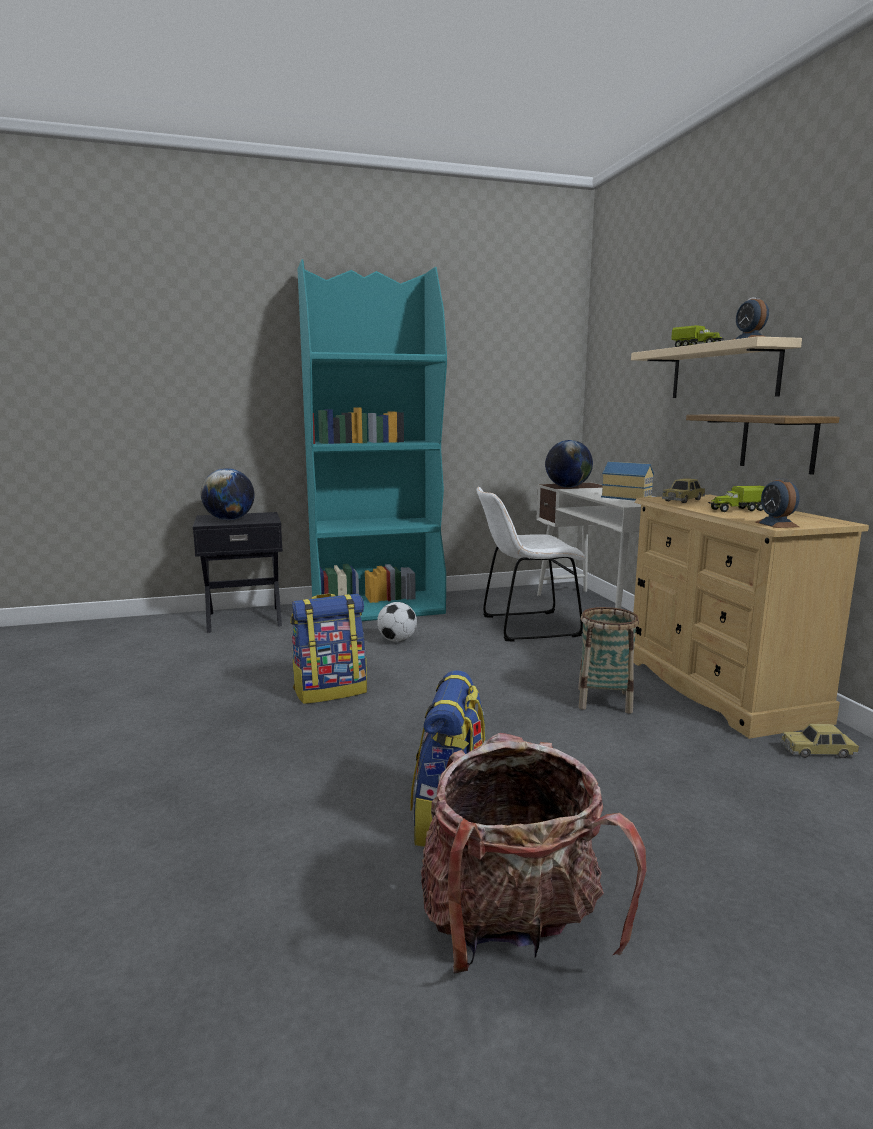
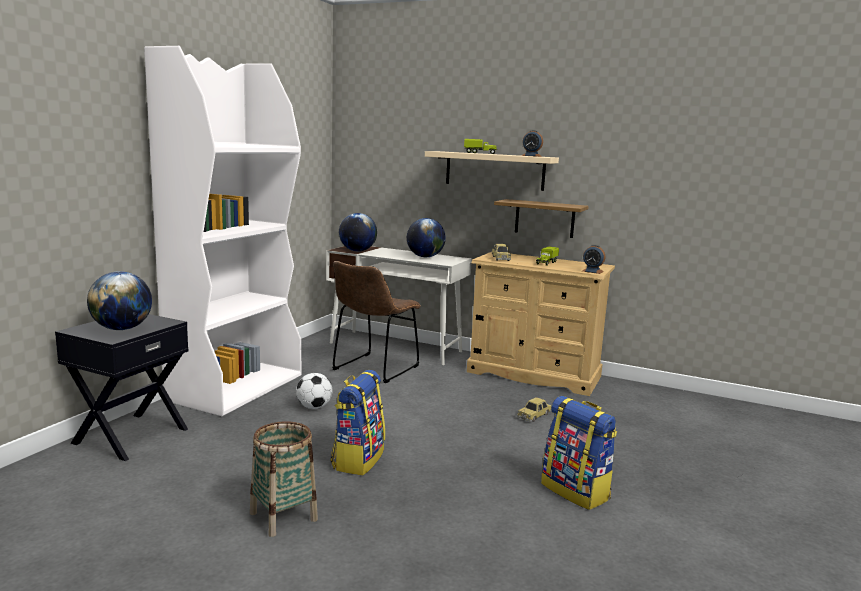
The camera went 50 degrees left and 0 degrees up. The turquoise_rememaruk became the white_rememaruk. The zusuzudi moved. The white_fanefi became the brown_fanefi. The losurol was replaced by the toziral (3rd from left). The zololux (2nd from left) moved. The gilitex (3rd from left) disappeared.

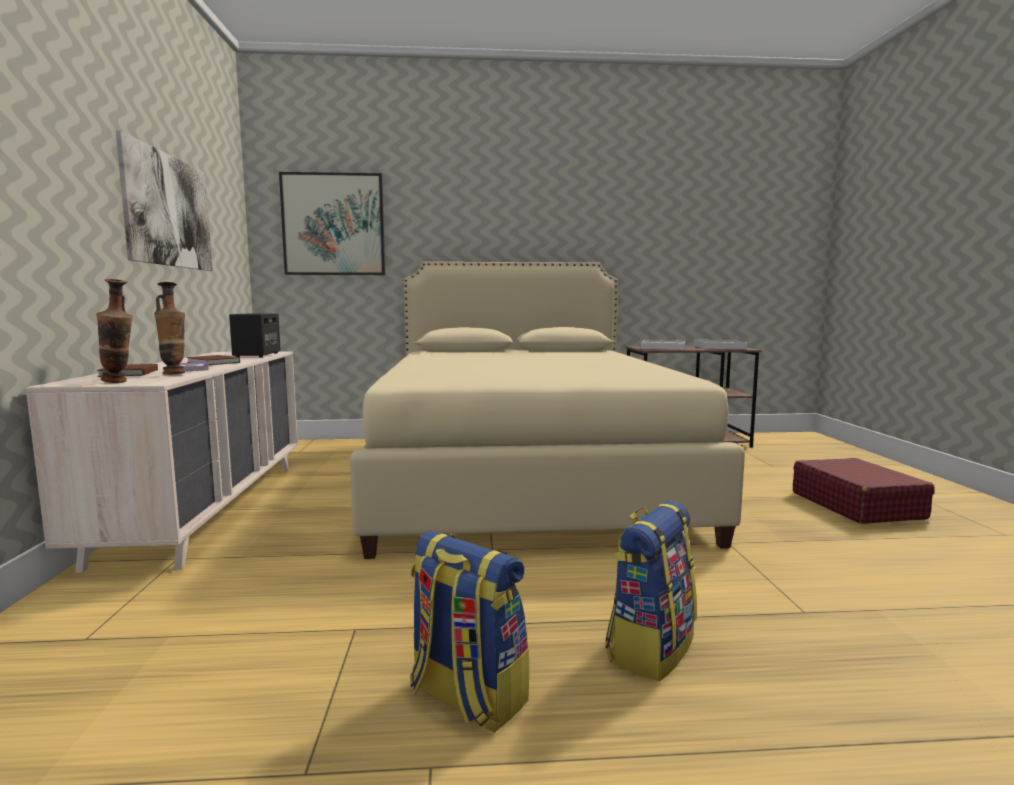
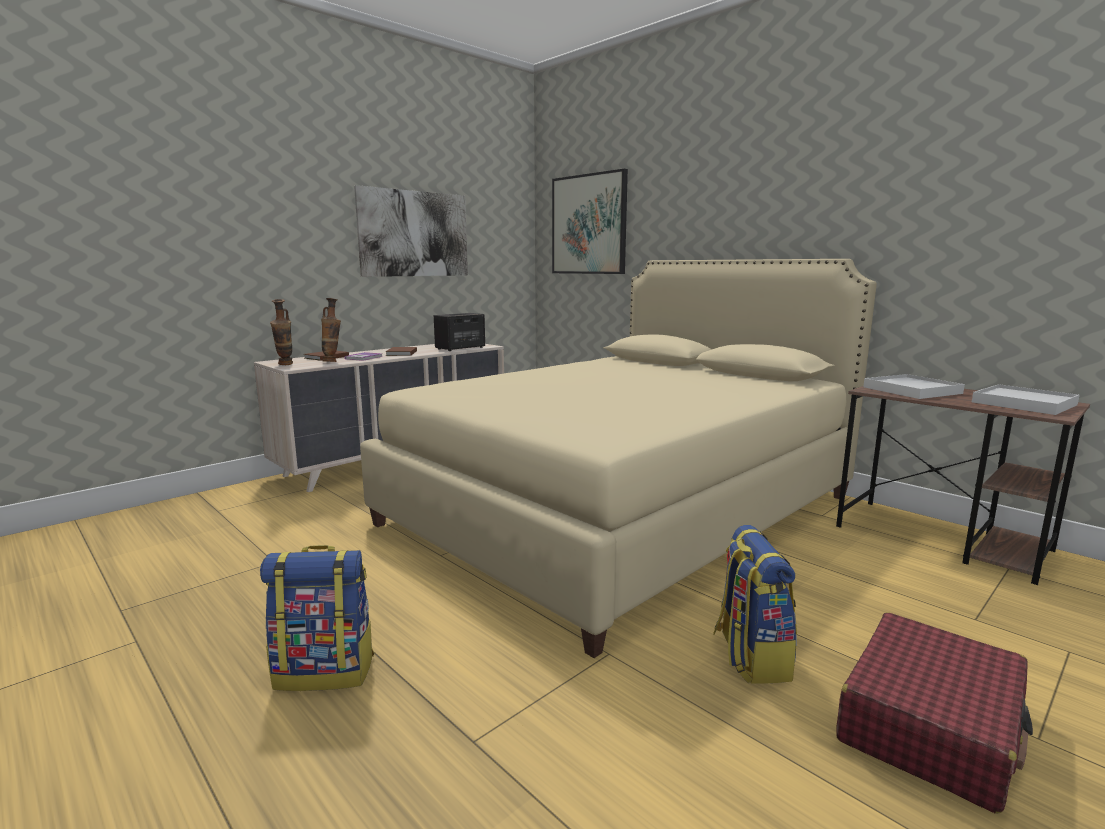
The camera went 50 degrees right and 5 degrees up. The gilitex (1st from left in the first image) moved.

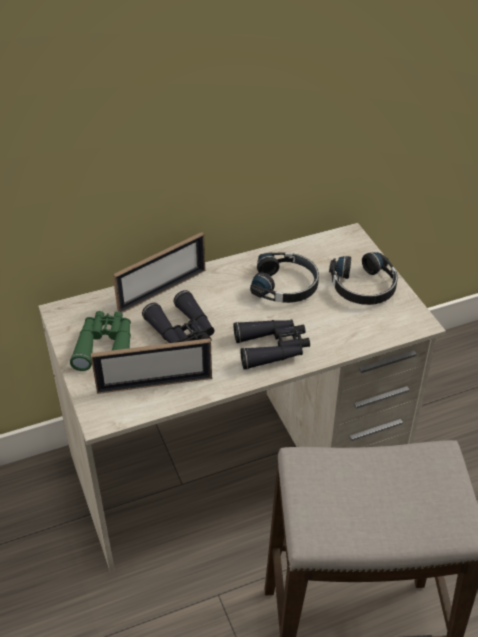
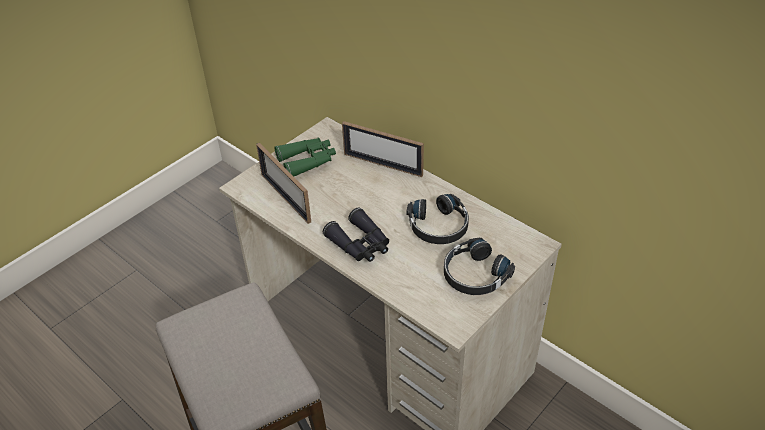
The camera went 65 degrees right and 0 degrees up. The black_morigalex (1st from left) disappeared.

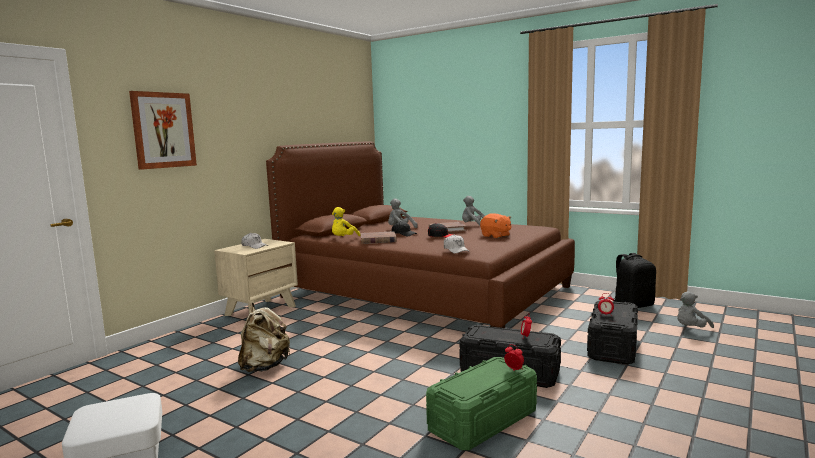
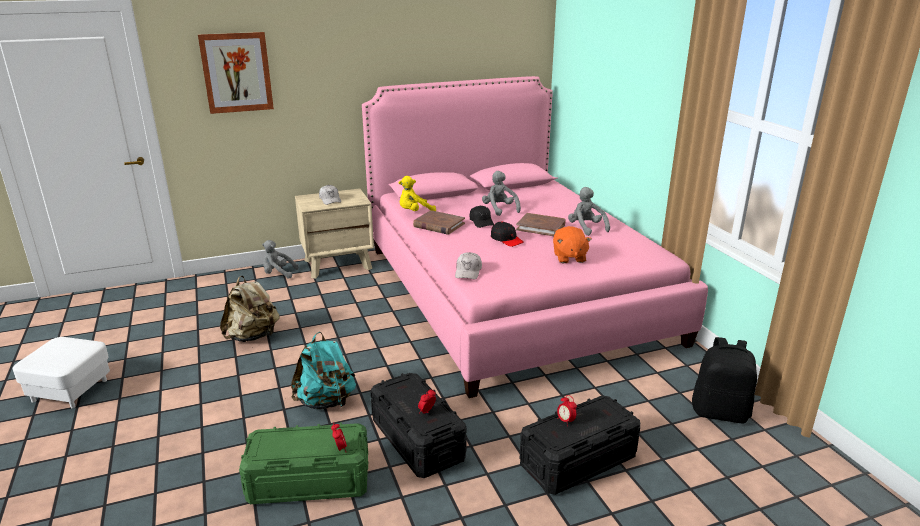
The camera went 35 degrees right and 15 degrees up. The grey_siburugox (3rd from left in the first image) moved. The turquoise_gilitex appeared. The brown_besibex became the pink_besibex.

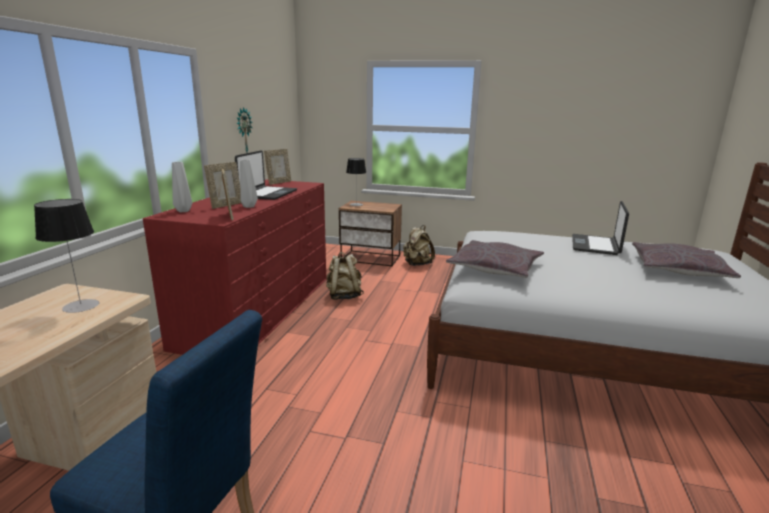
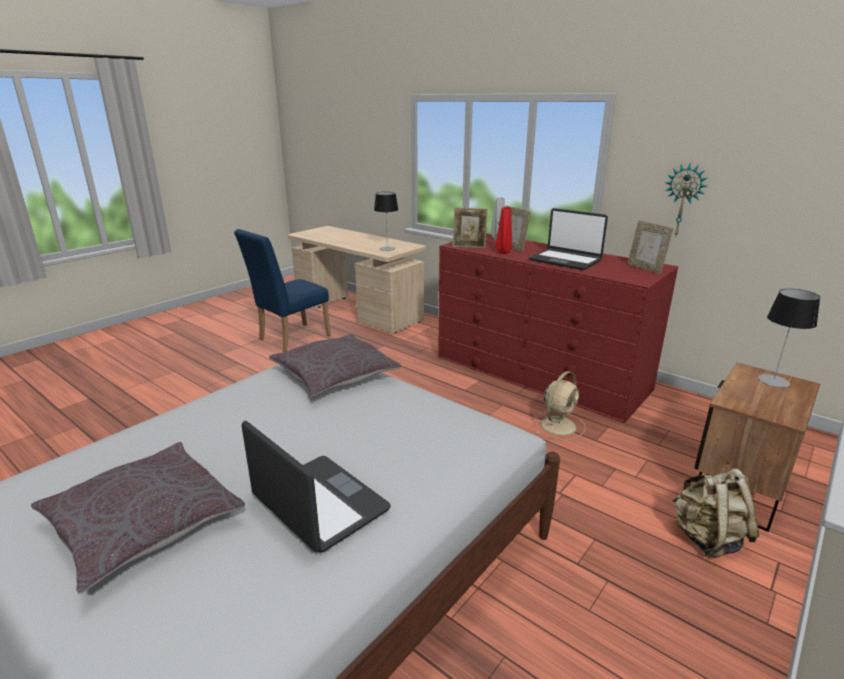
The camera went 115 degrees right and 5 degrees up. The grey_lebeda (2nd from left) became the red_lebeda. The beige_gilitex (1st from left) was replaced by the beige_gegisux.

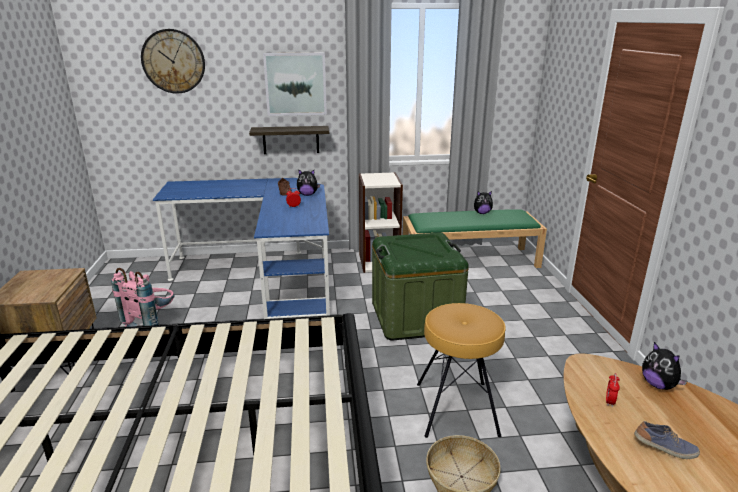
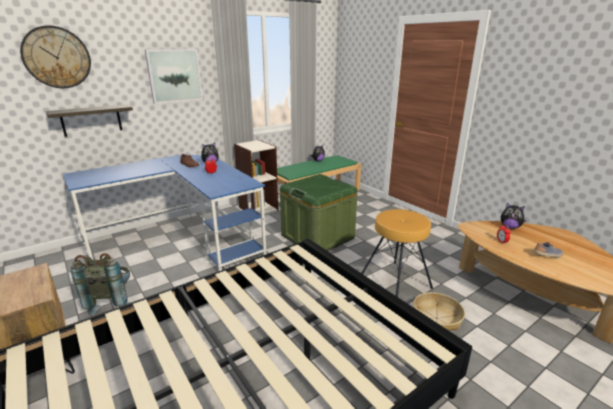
The camera went 30 degrees left and 0 degrees up. The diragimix moved. The pink_gilitex became the grey_gilitex.

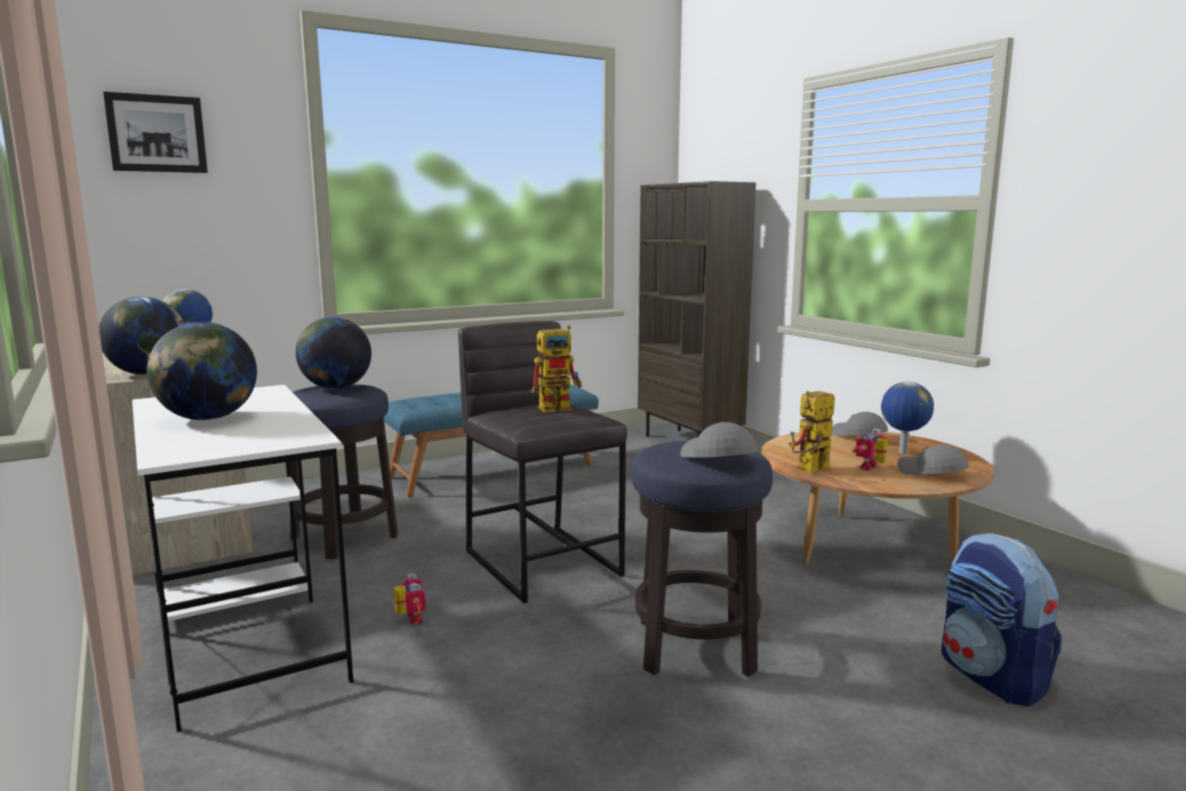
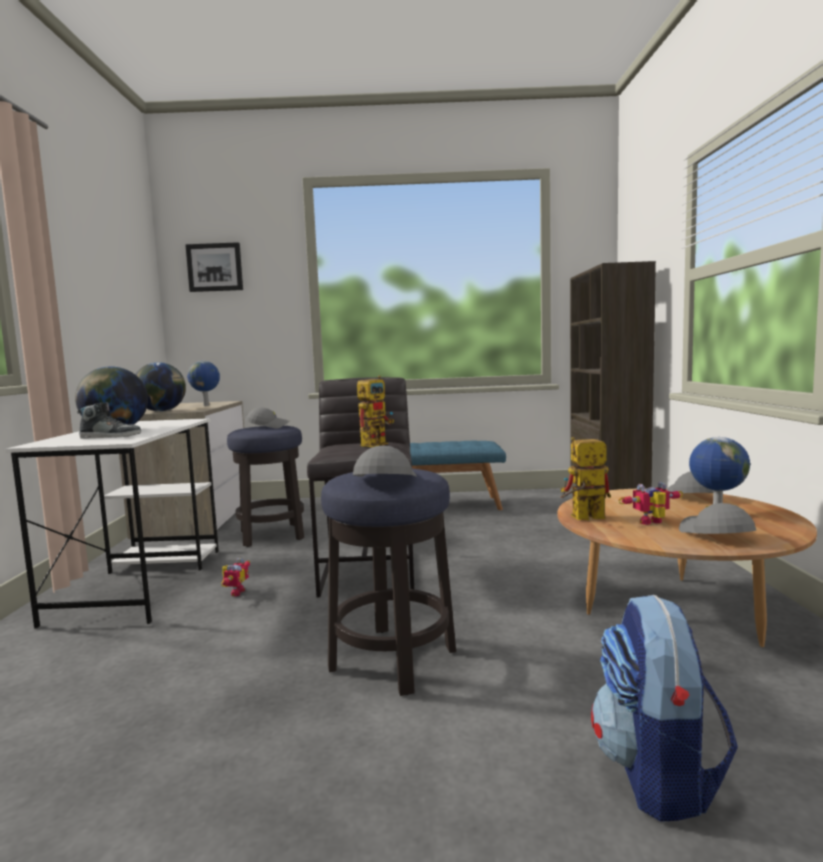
The camera went 30 degrees right and 5 degrees down. The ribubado appeared. The toziral (4th from left) was replaced by the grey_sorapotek (1st from left). The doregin (2nd from left) turned 60 degrees counterclockwise.

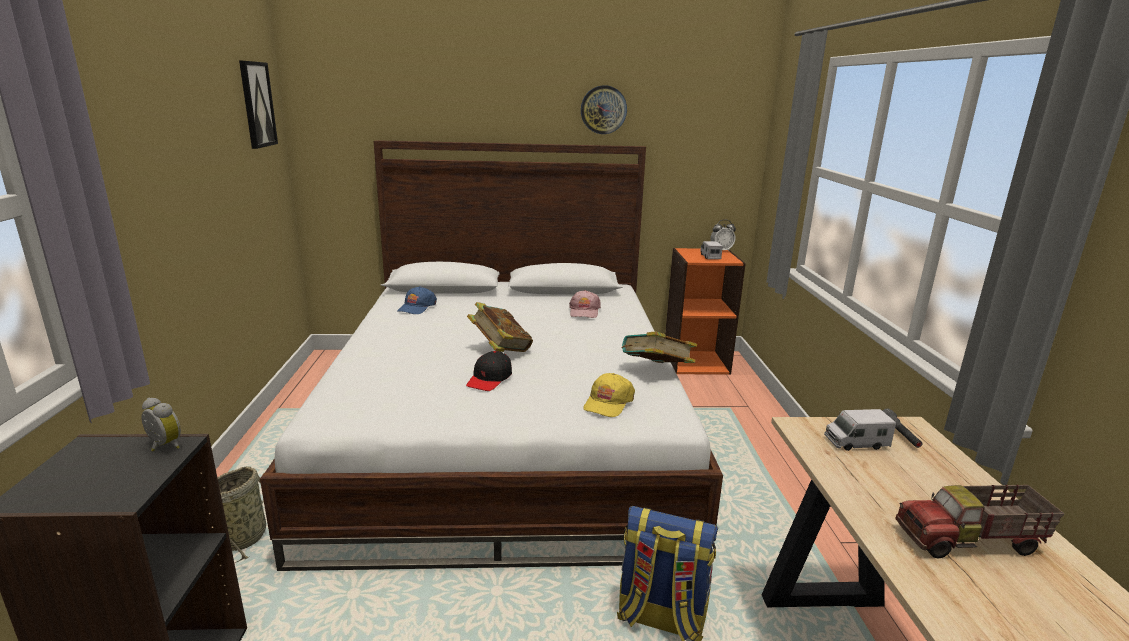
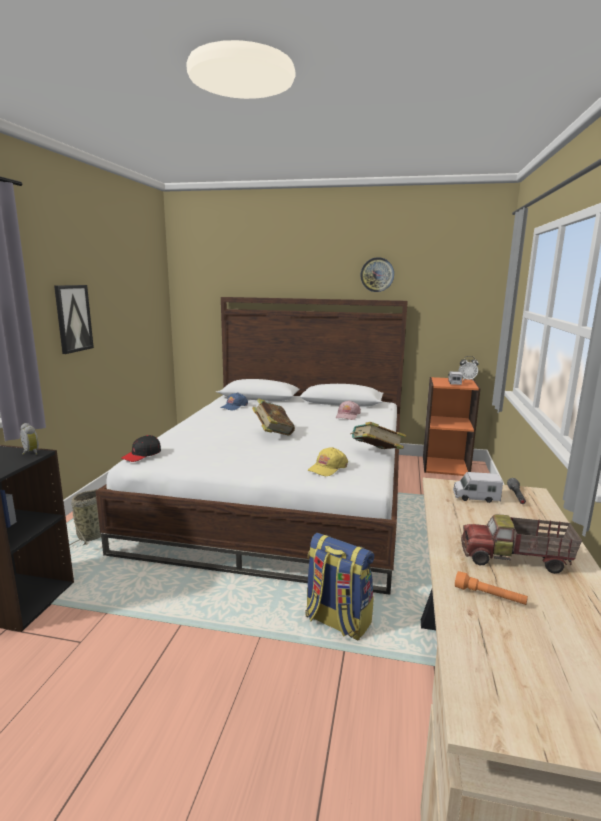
The camera went 15 degrees right and 5 degrees down. The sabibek moved. The black_sorapotek moved. The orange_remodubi appeared.

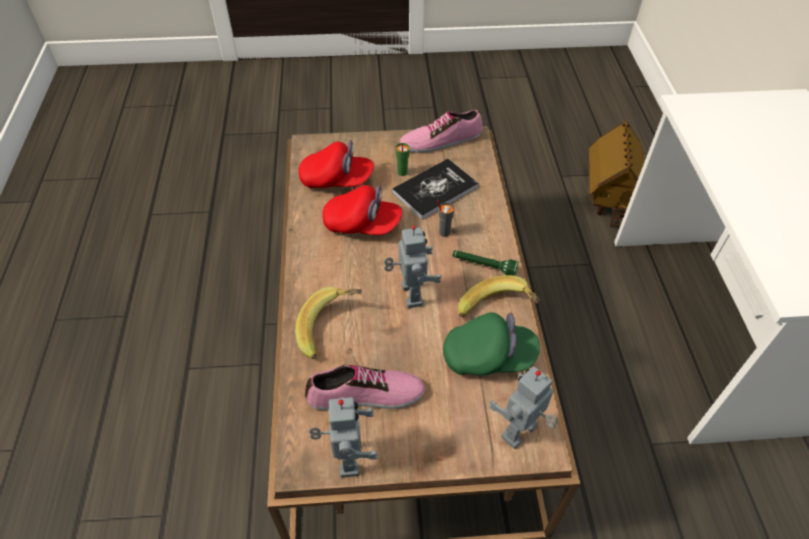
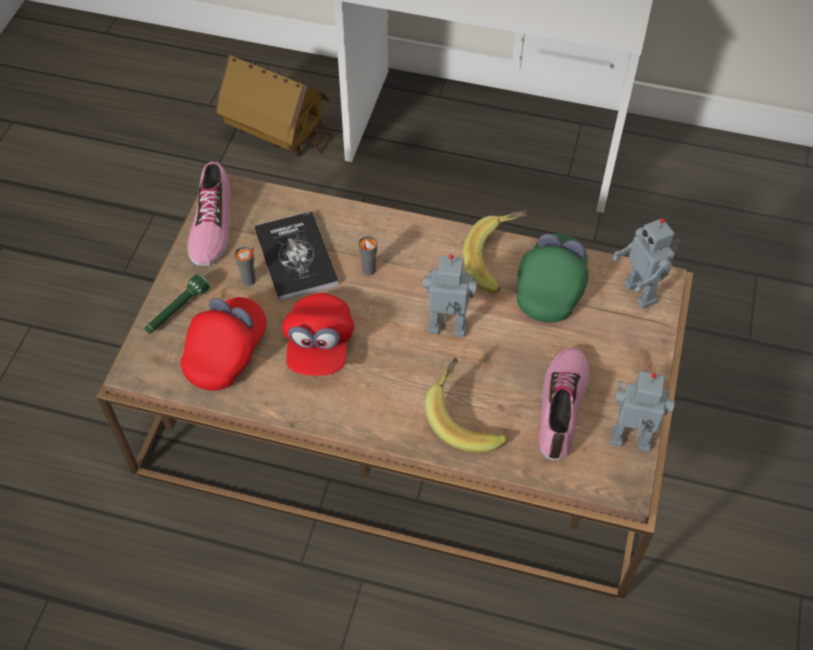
The camera went 70 degrees left and 5 degrees up. The green_remodubi moved. The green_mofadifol became the grey_mofadifol (1st from left). The red_sorapotek (2nd from left) turned 150 degrees clockwise.

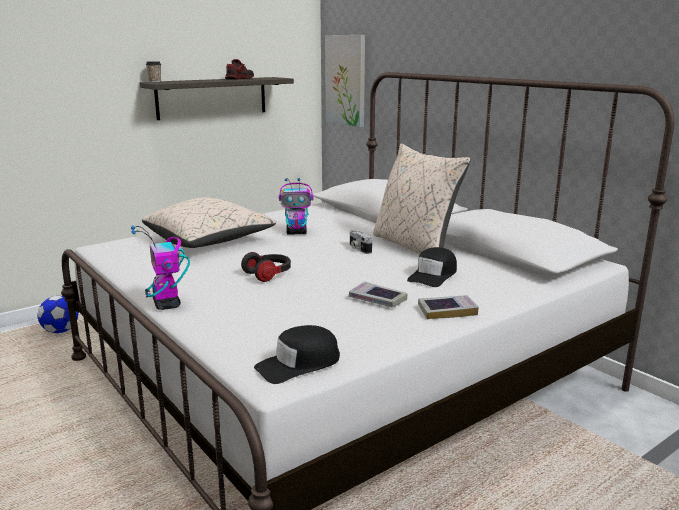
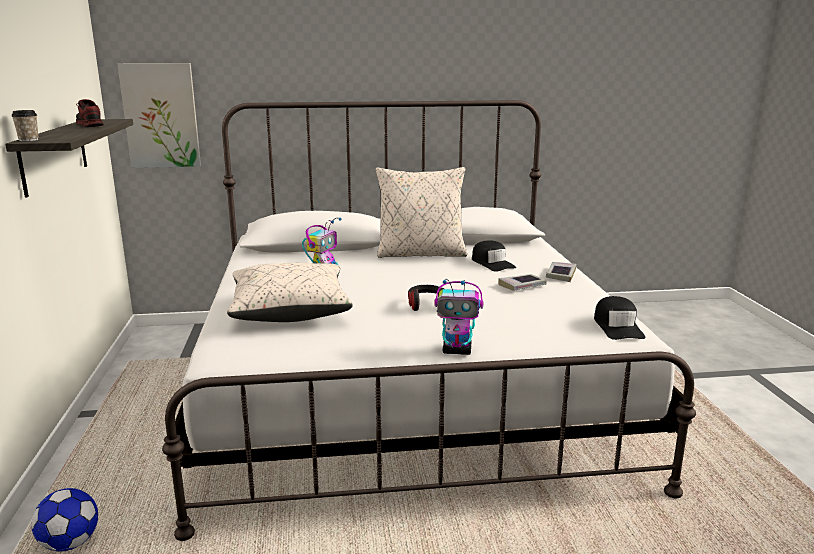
The camera went 60 degrees left and 0 degrees up. The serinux disappeared.

